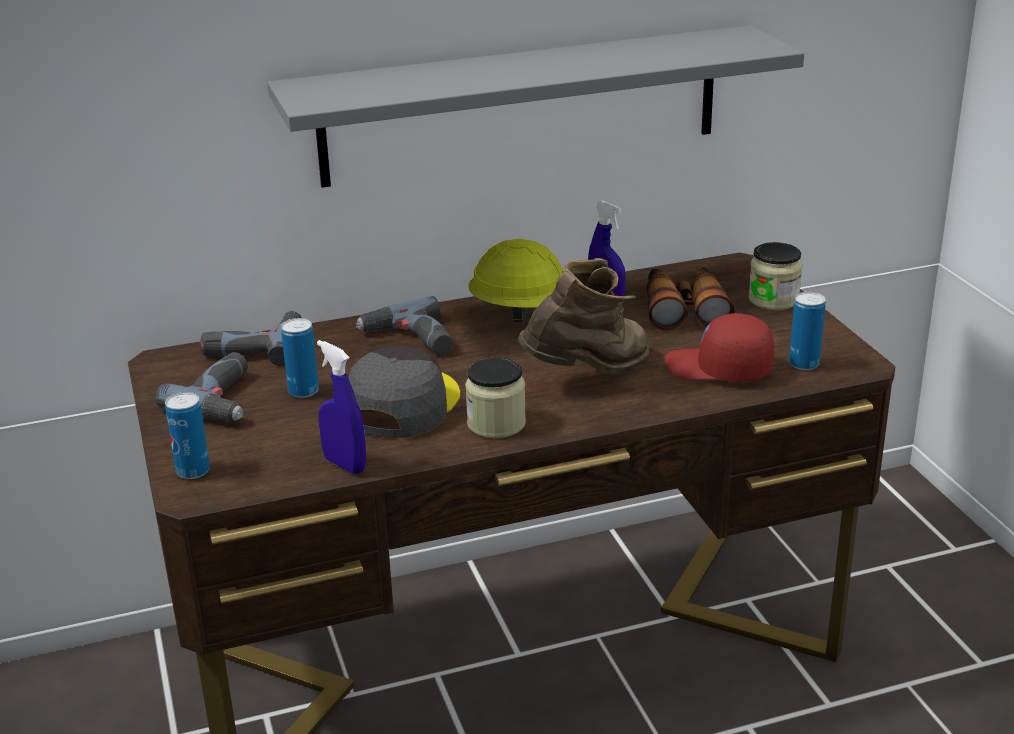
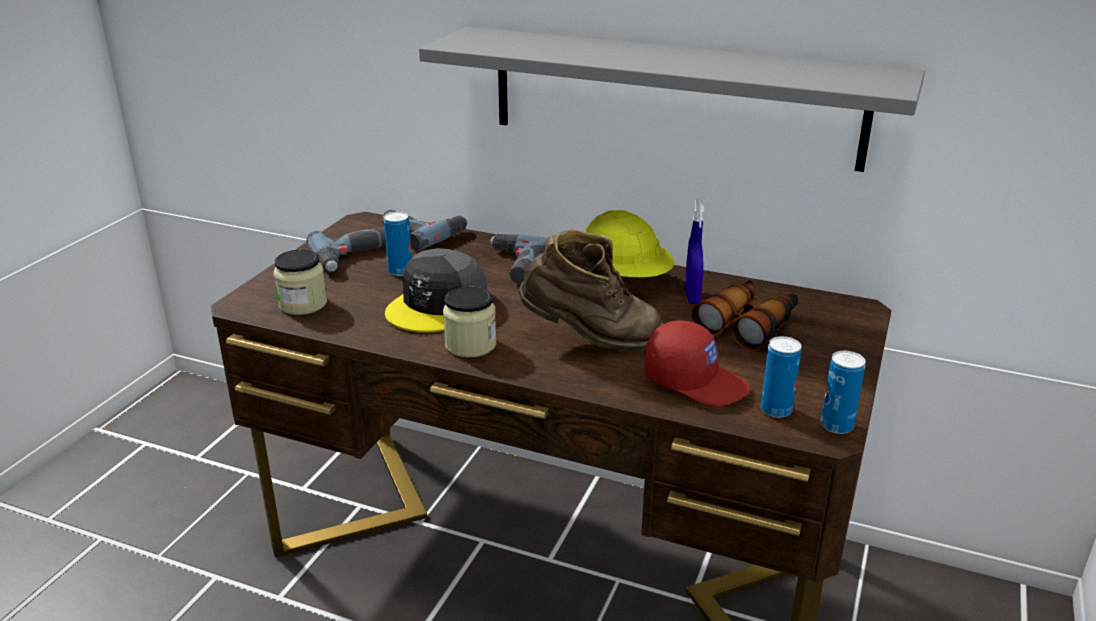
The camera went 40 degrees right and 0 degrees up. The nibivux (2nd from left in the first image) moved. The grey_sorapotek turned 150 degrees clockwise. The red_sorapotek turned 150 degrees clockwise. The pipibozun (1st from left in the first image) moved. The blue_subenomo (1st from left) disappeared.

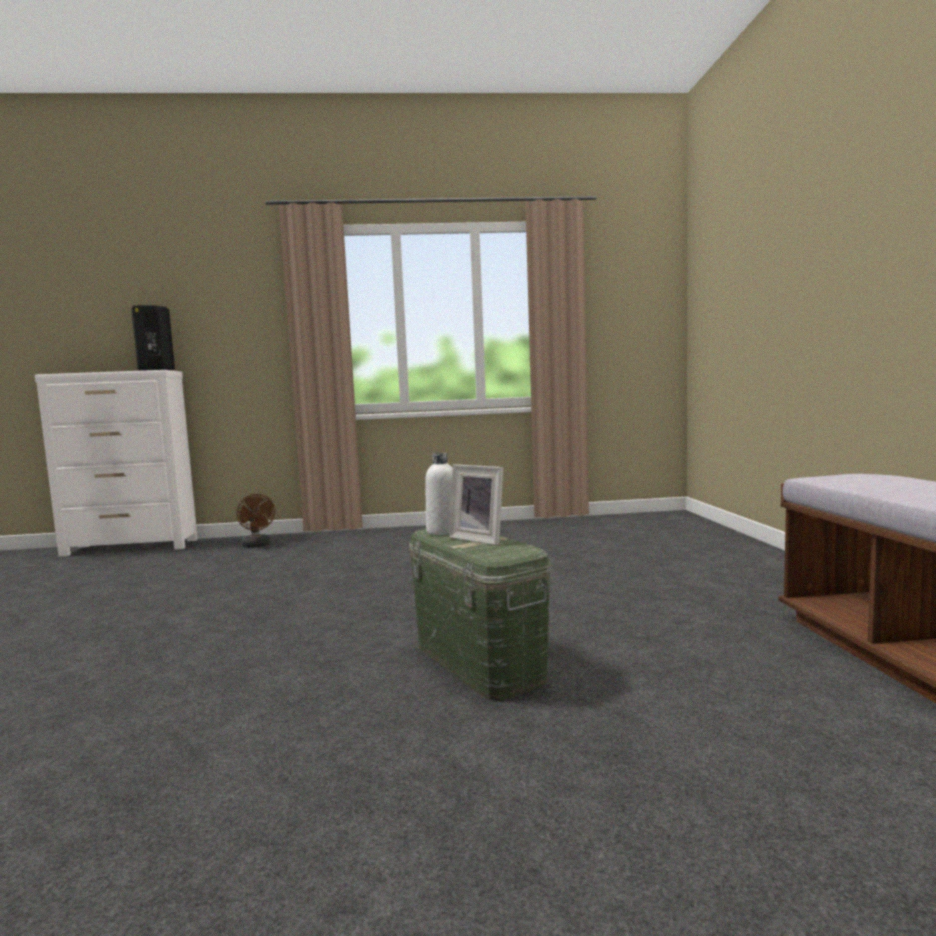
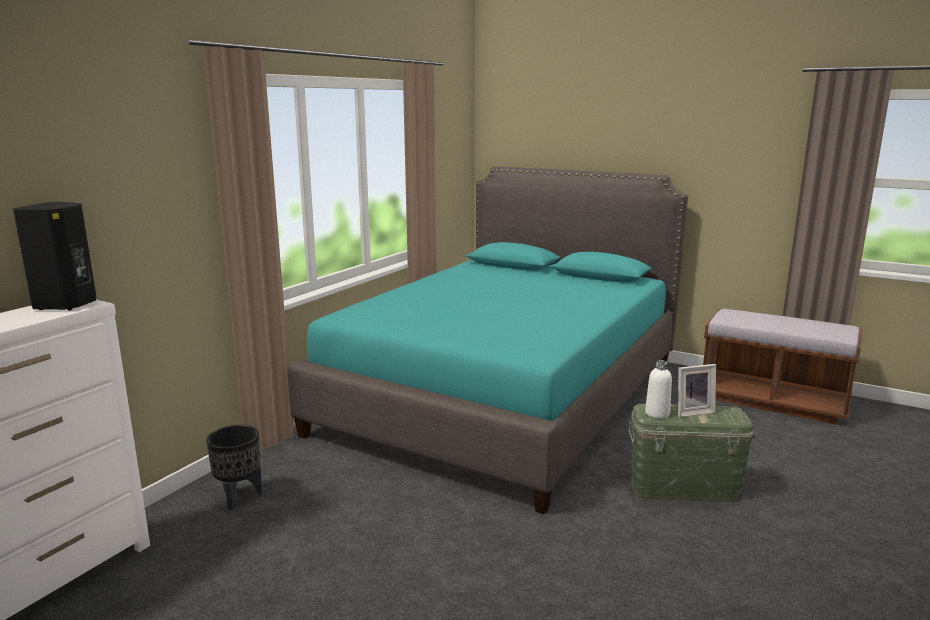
The camera went 55 degrees left and 10 degrees up. The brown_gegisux was replaced by the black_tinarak. The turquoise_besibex appeared.

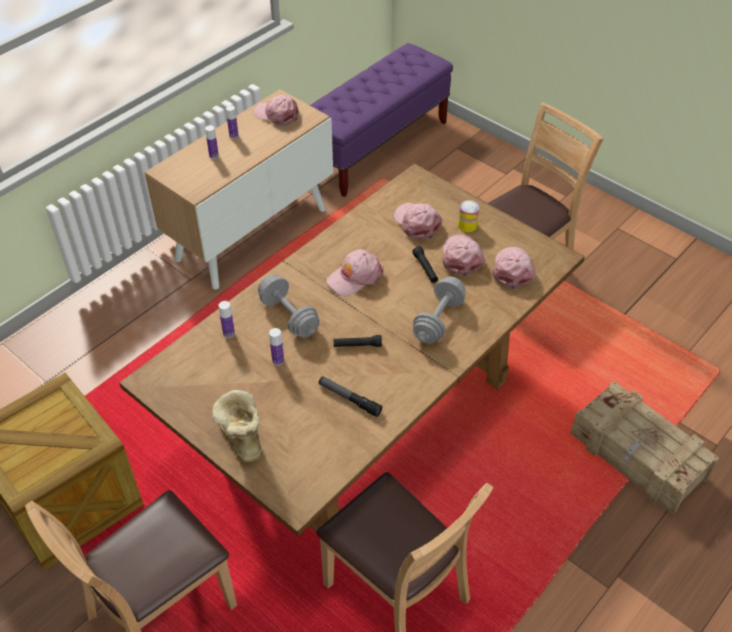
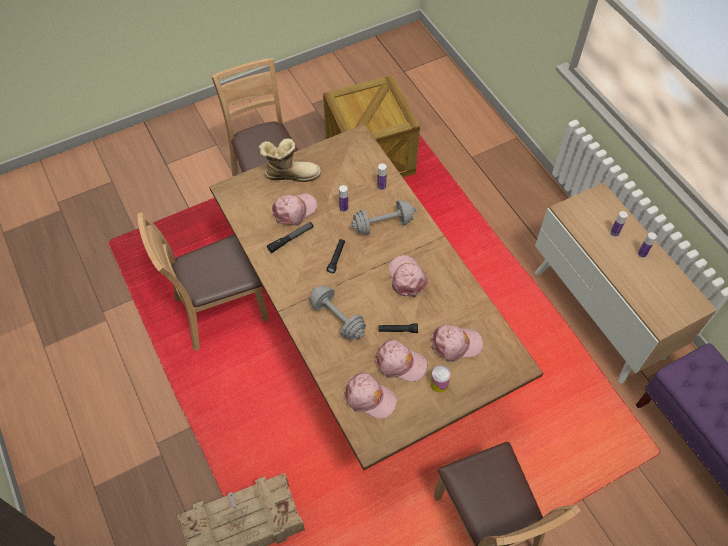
The camera went 110 degrees right and 10 degrees up. The pink_sorapotek (1st from left) moved.

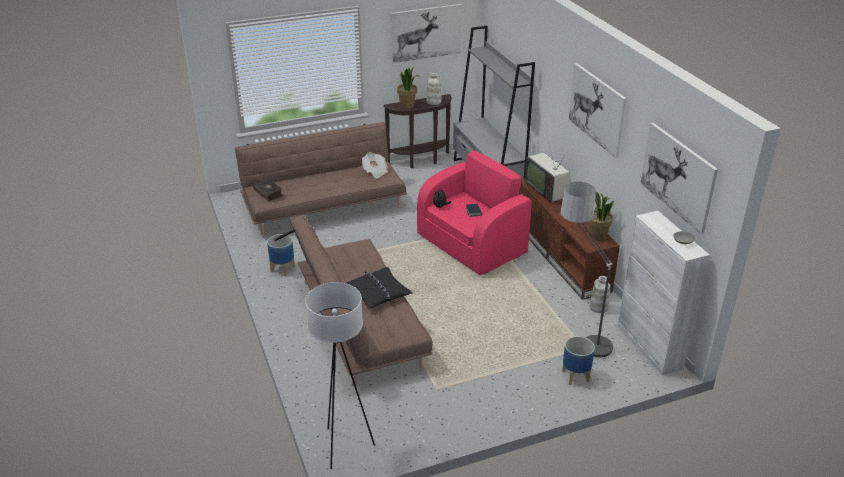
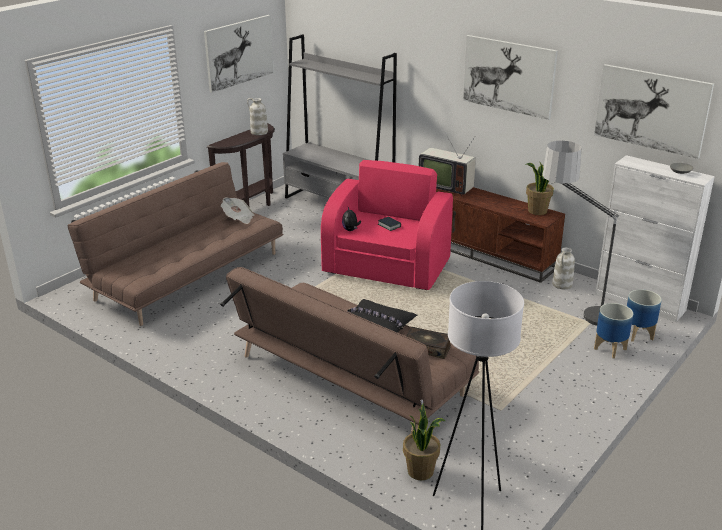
The camera went 30 degrees left and 5 degrees down. The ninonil (1st from left) moved. The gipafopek (1st from left in the first image) moved. The tinarak (1st from left in the first image) moved.

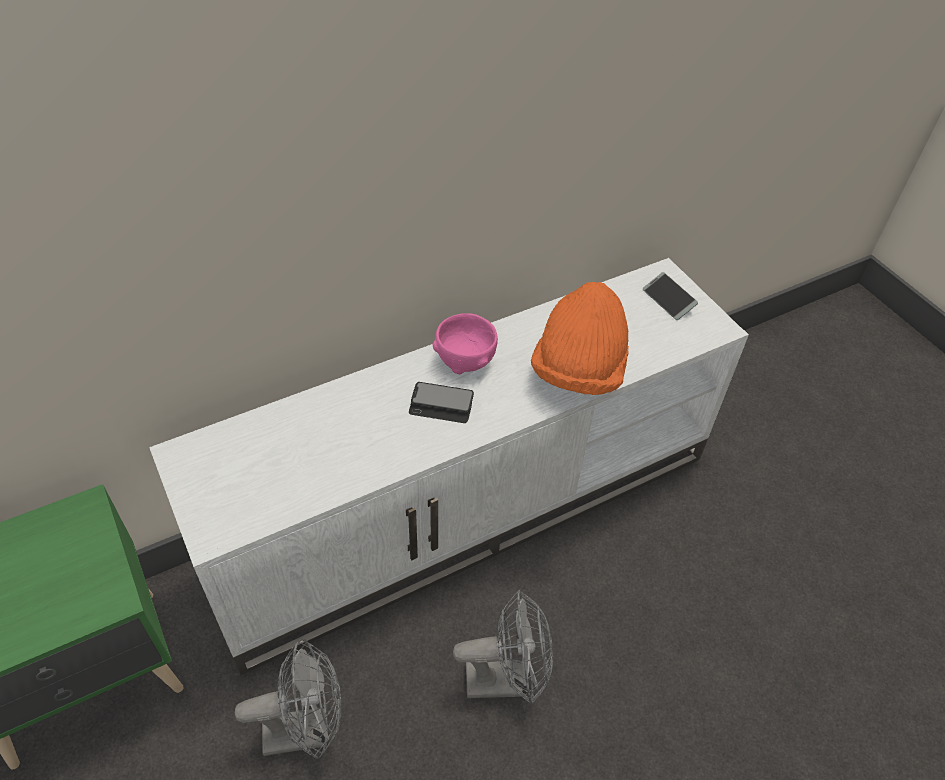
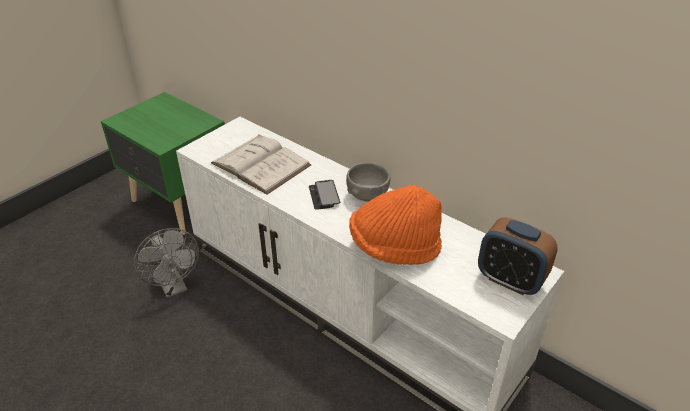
The camera went 70 degrees right and 10 degrees down. The white_gipafopek appeared. The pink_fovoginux became the grey_fovoginux. The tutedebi (2nd from left) was replaced by the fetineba. The grey_gegisux (2nd from left) disappeared.

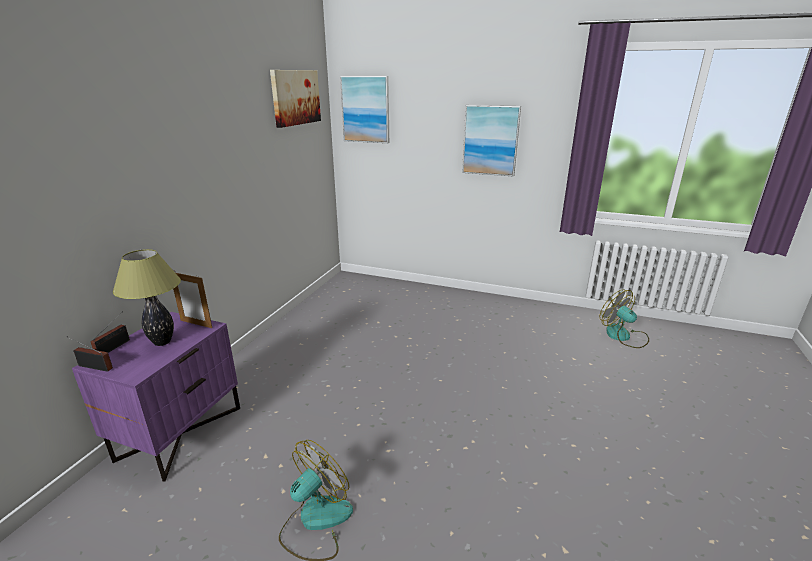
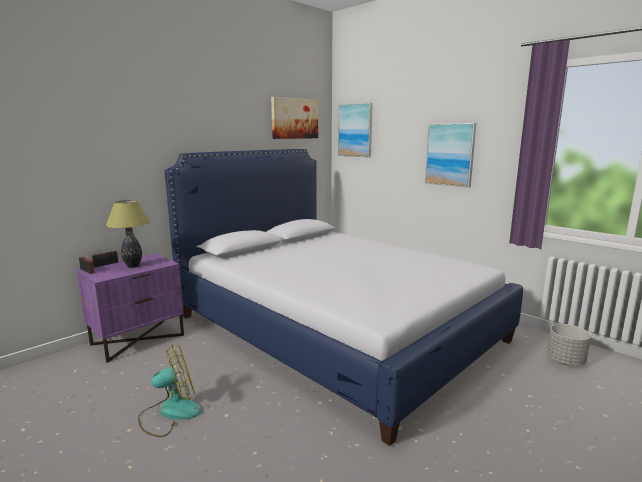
The camera went 25 degrees right and 10 degrees down. The besibex appeared. The gegisux (2nd from left) was replaced by the grey_tinarak. The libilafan disappeared.

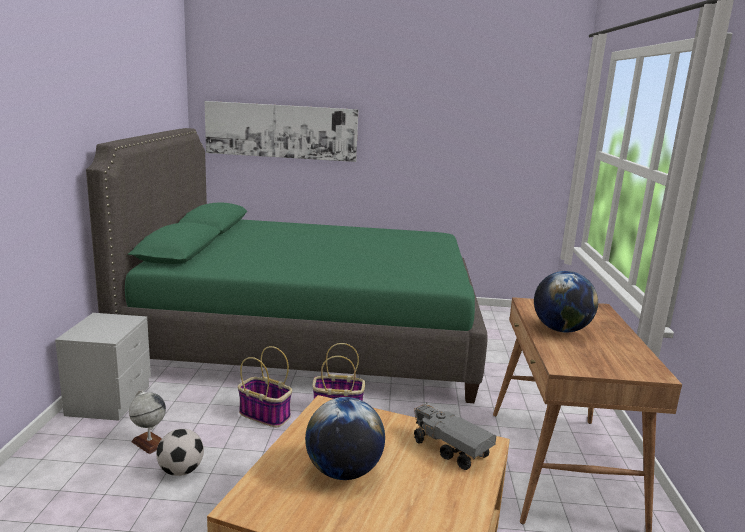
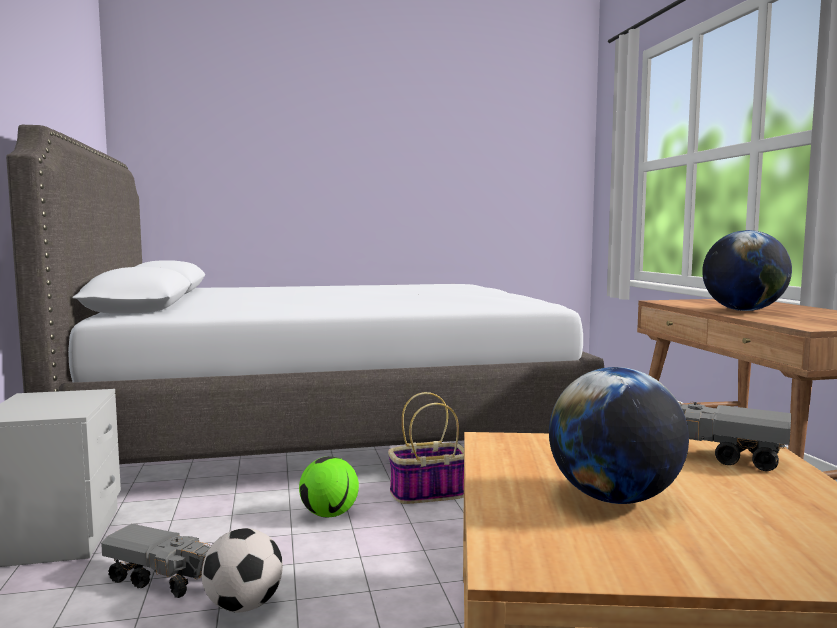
The camera went 15 degrees left and 10 degrees down. The green_besibex became the grey_besibex. The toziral (1st from left) was replaced by the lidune (1st from left). The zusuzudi (1st from left) was replaced by the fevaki (2nd from left). The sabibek disappeared.

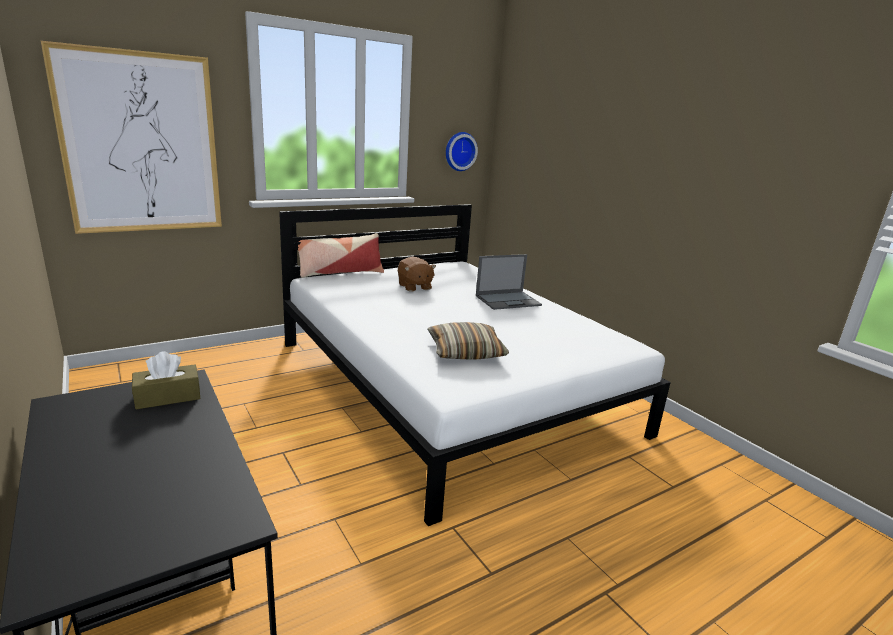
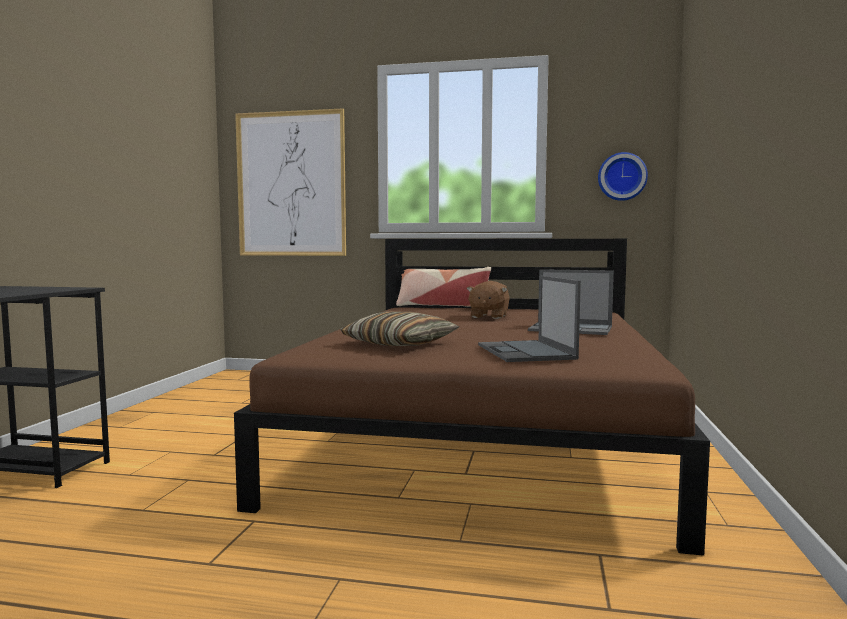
The camera went 45 degrees right and 15 degrees down. The white_besibex became the brown_besibex. The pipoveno (1st from left) appeared. The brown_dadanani disappeared.

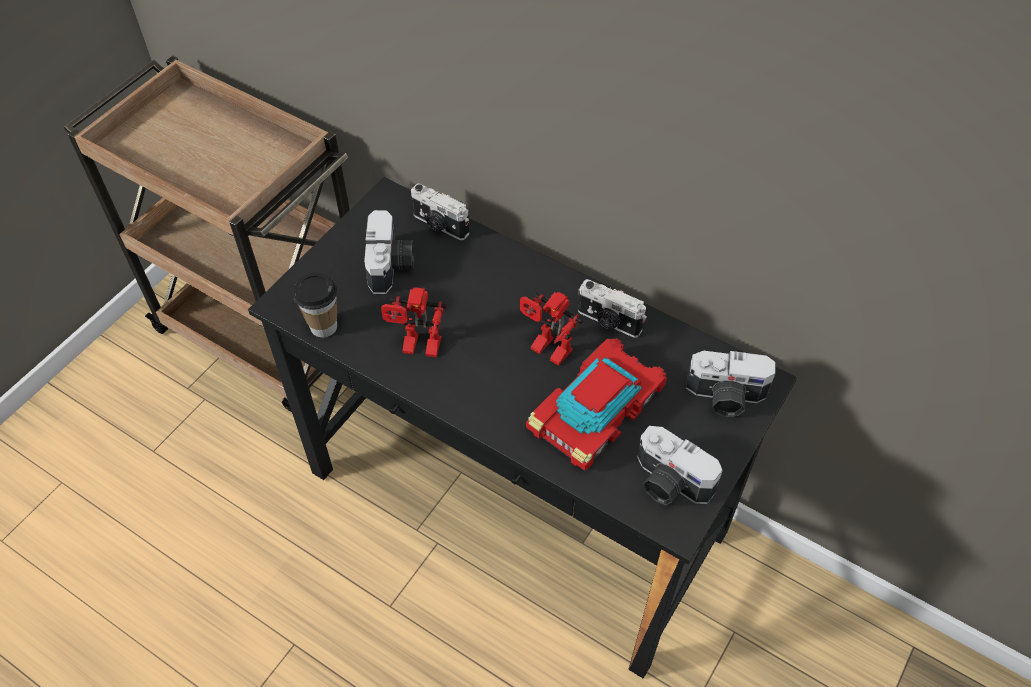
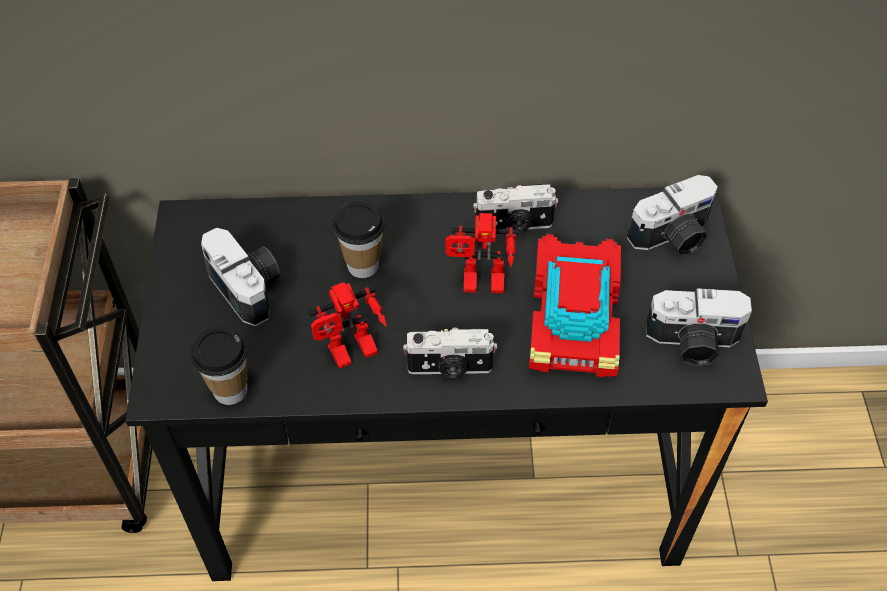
The camera went 35 degrees left and 0 degrees up. The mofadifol (2nd from left) appeared. The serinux (2nd from left) moved.

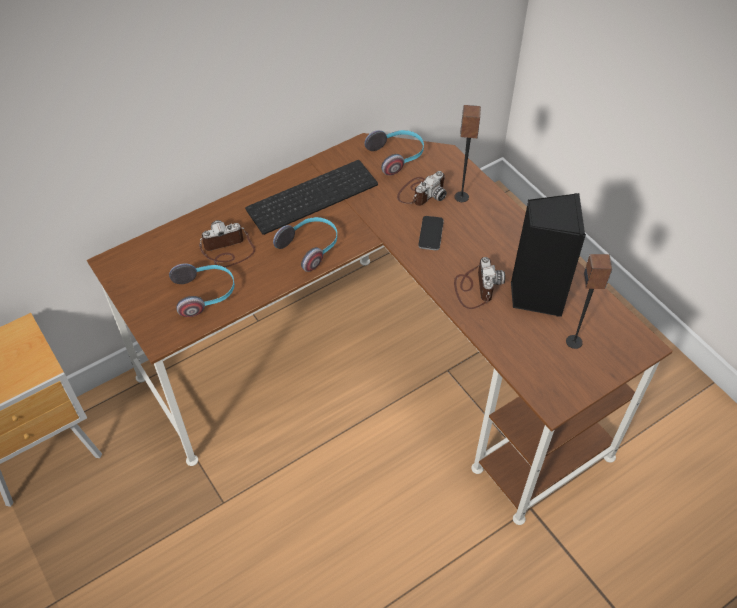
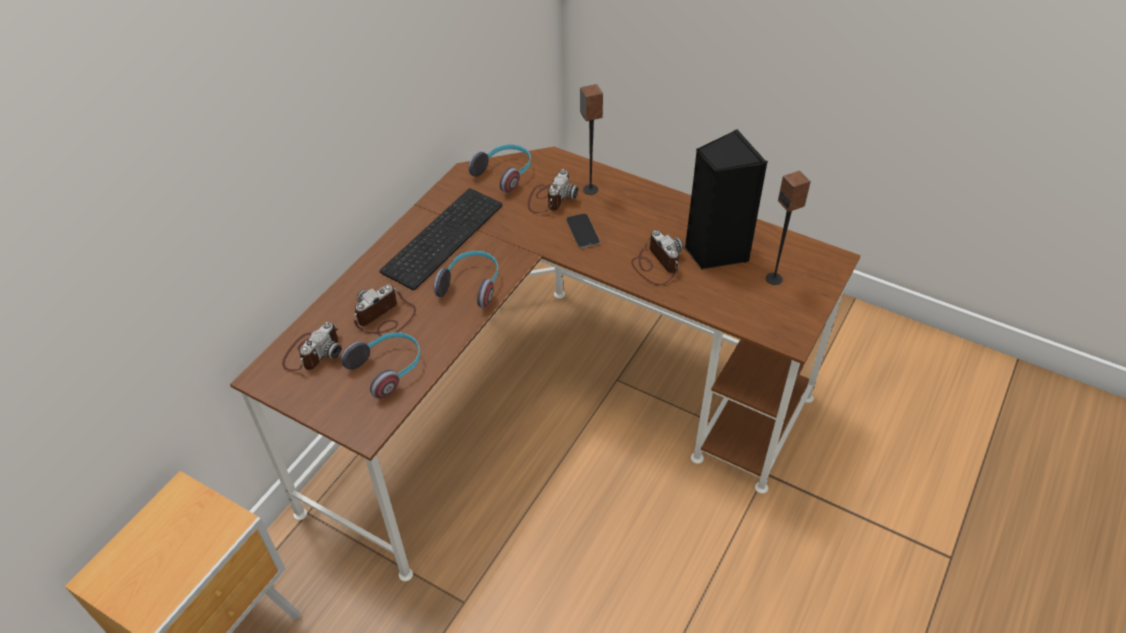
The camera went 25 degrees left and 5 degrees down. The serinux (1st from left) appeared.

